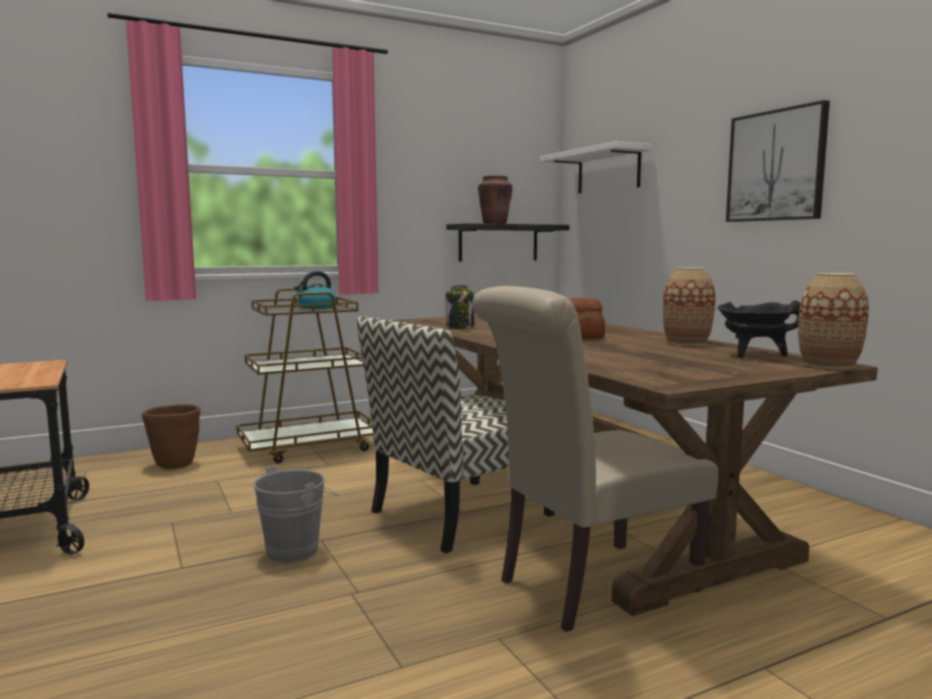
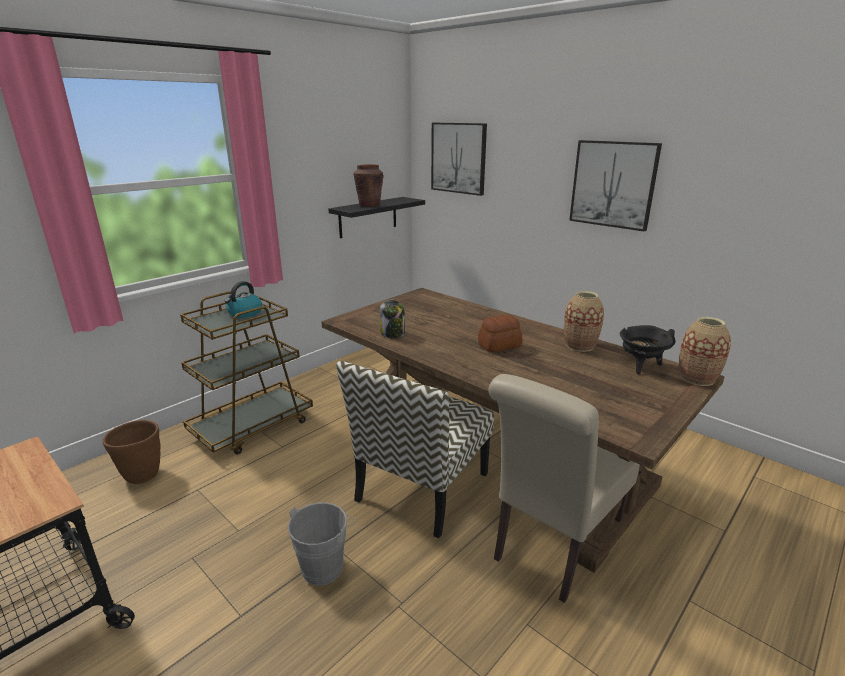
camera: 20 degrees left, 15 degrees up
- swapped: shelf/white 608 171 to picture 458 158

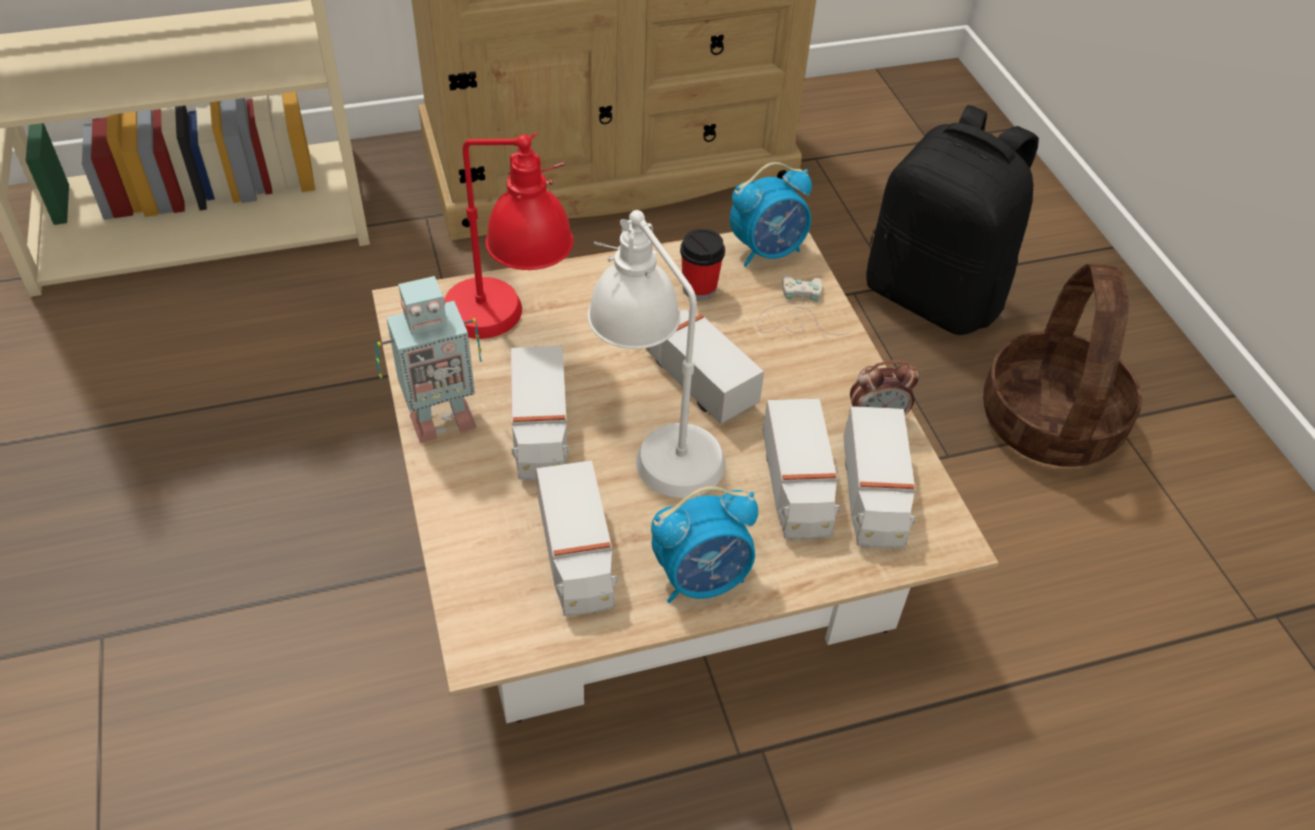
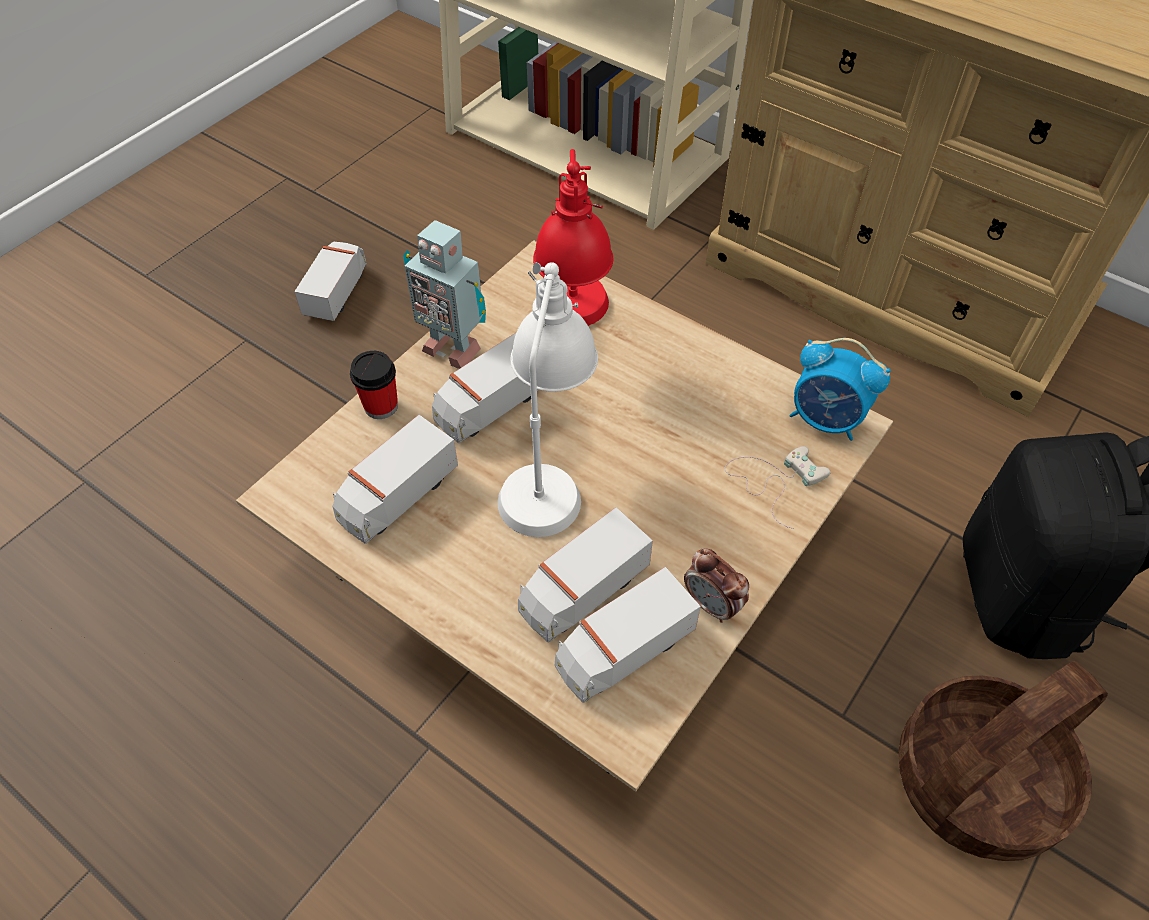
camera: 55 degrees right, 5 degrees up
- shifted: cup 699 289 to 381 406
- shifted: toy truck 698 380 to 337 292
- gone: alarm clock 702 578

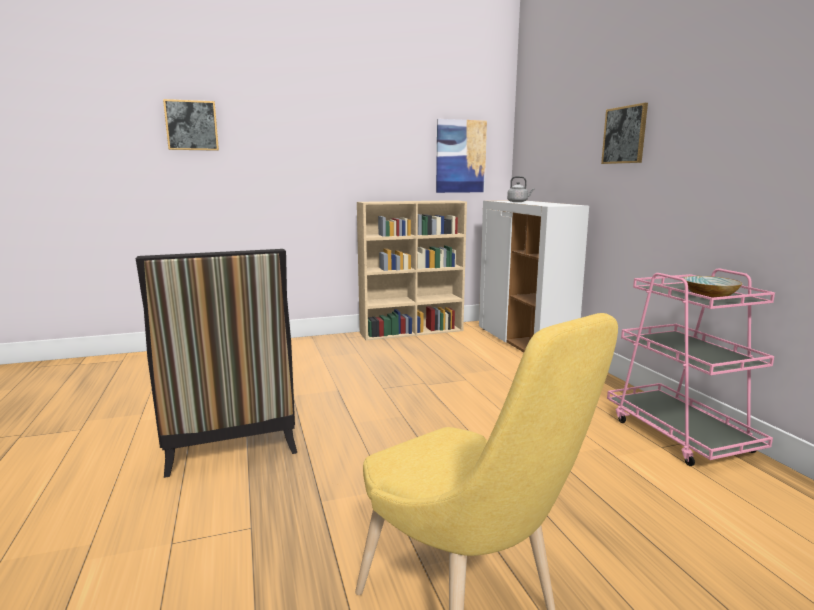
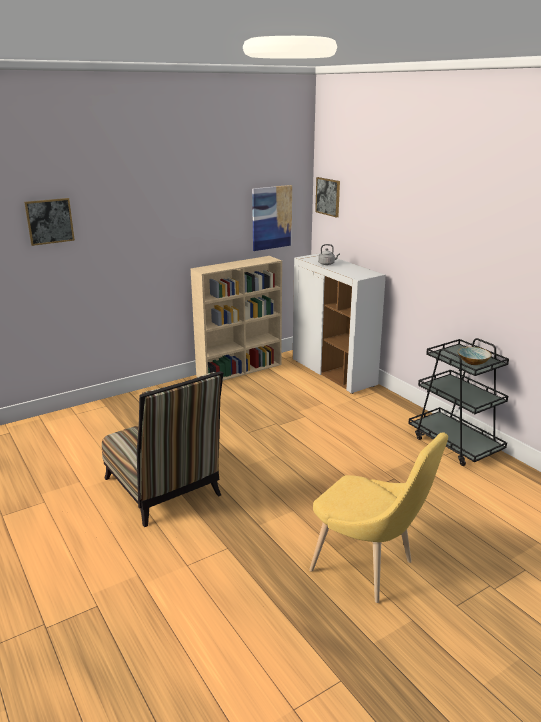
camera: 15 degrees left, 10 degrees up
- shifted: picture 624 135 to 328 196
- repainted: cart/pink 679 434 to cart/black 454 444

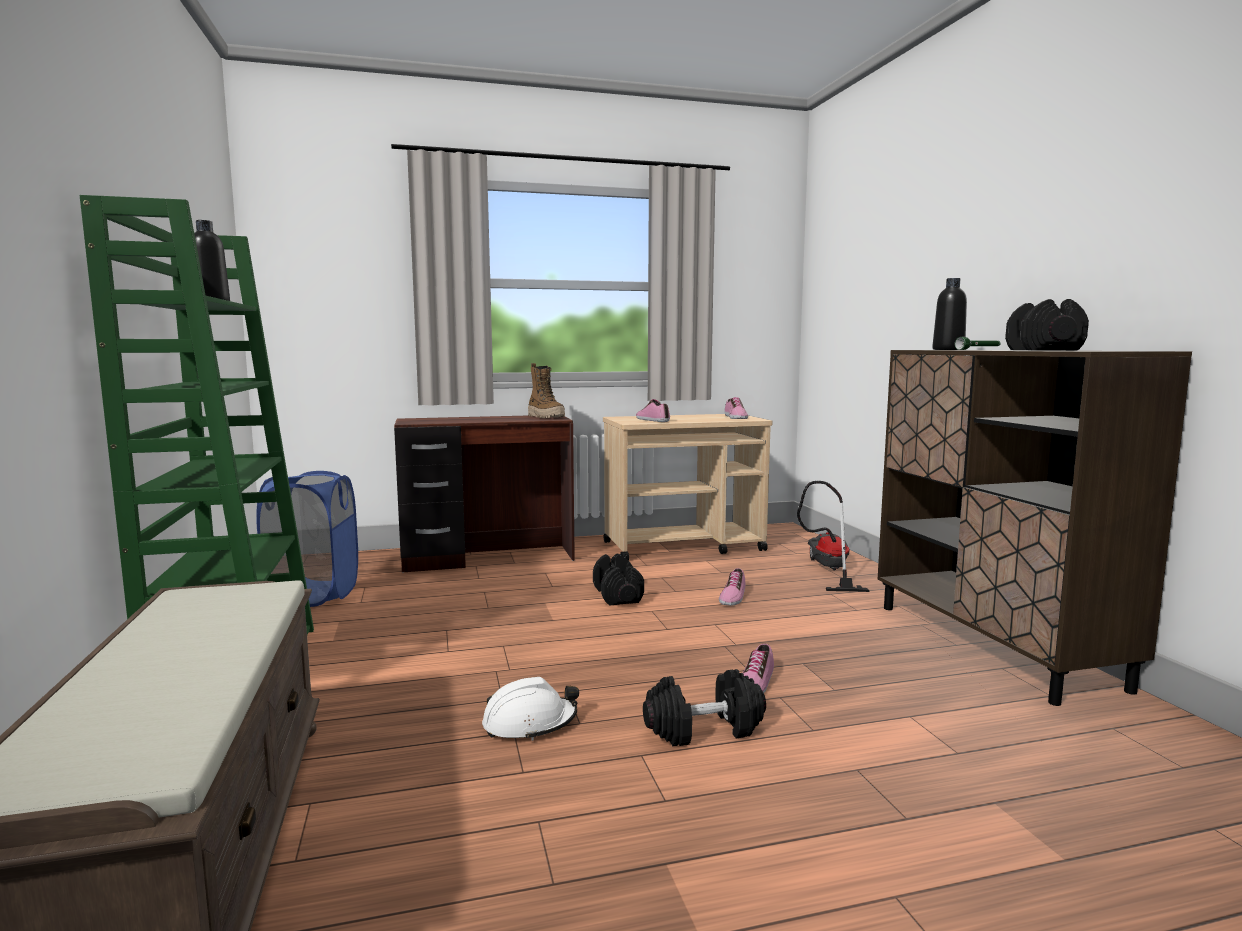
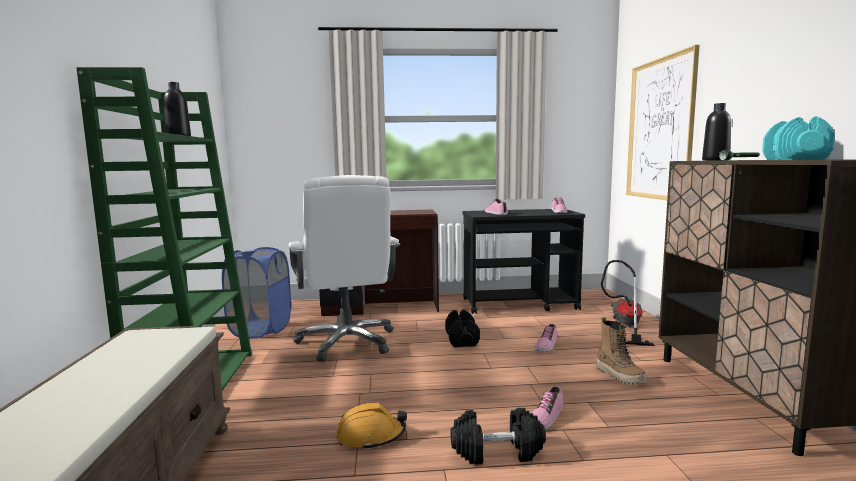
camera: 10 degrees right, 0 degrees up
- repainted: dumbbell/black 1043 350 to dumbbell/turquoise 794 159
- shifted: boot 546 417 to 620 376
- repainted: cart/beige 684 546 to cart/black 520 304
- repainted: hard hat/white 529 724 to hard hat/orange 370 436
- new: picture 659 129
- new: office chair/white 347 342

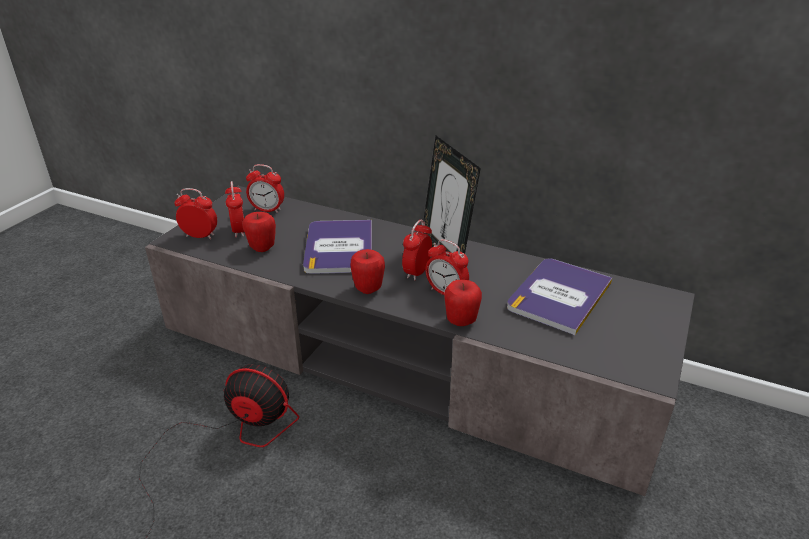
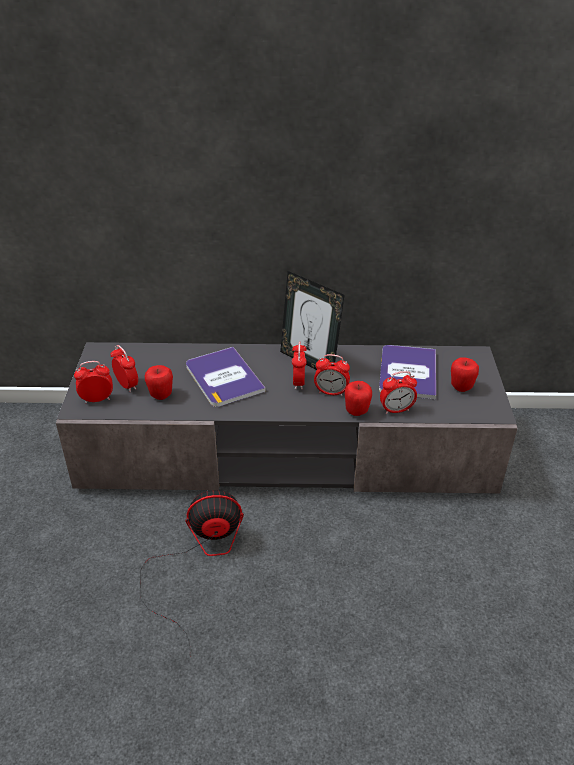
camera: 25 degrees left, 5 degrees up
- shifted: alarm clock 267 210 to 396 410
- shifted: apple 368 288 to 461 387

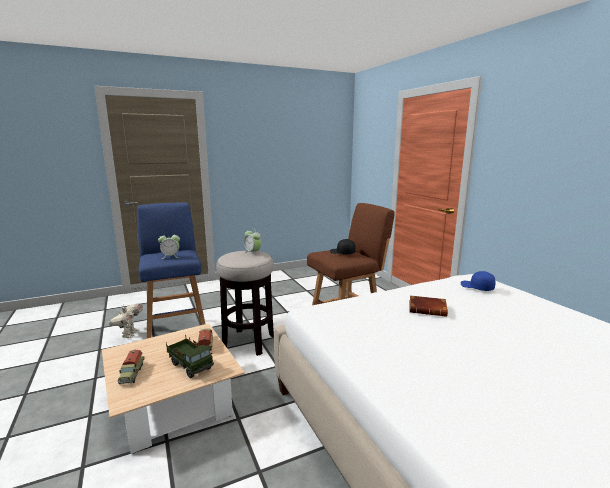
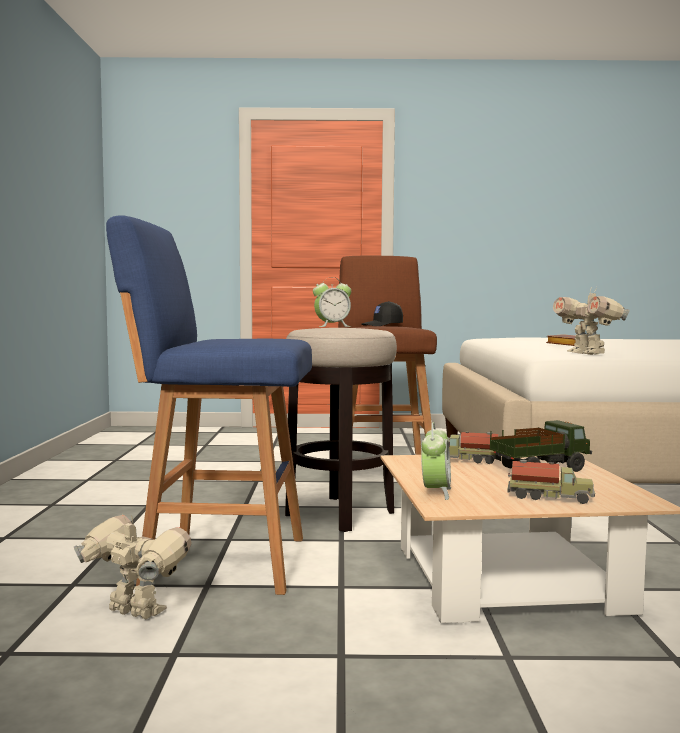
camera: 65 degrees left, 10 degrees down
- shifted: alarm clock 170 257 to 435 492
- gone: cap/blue 476 287
- new: toy robot 587 354

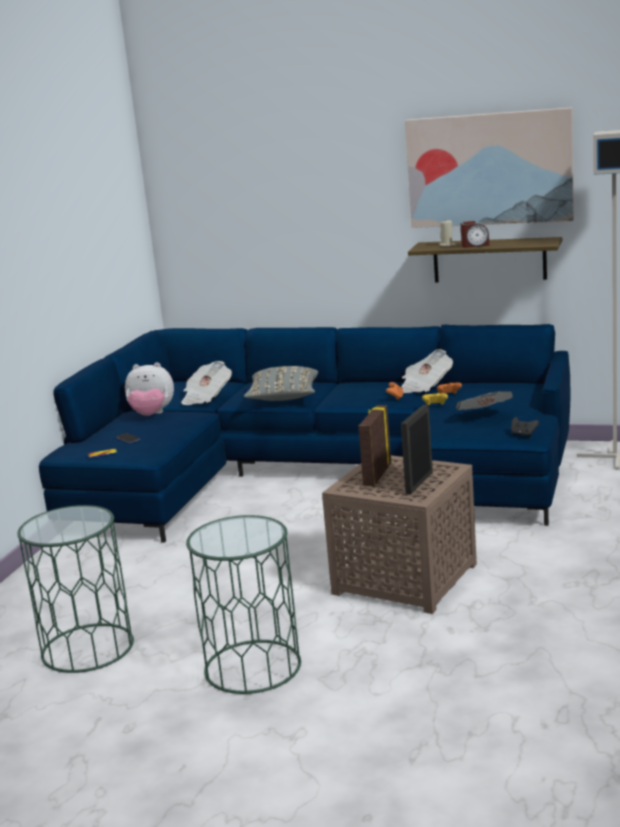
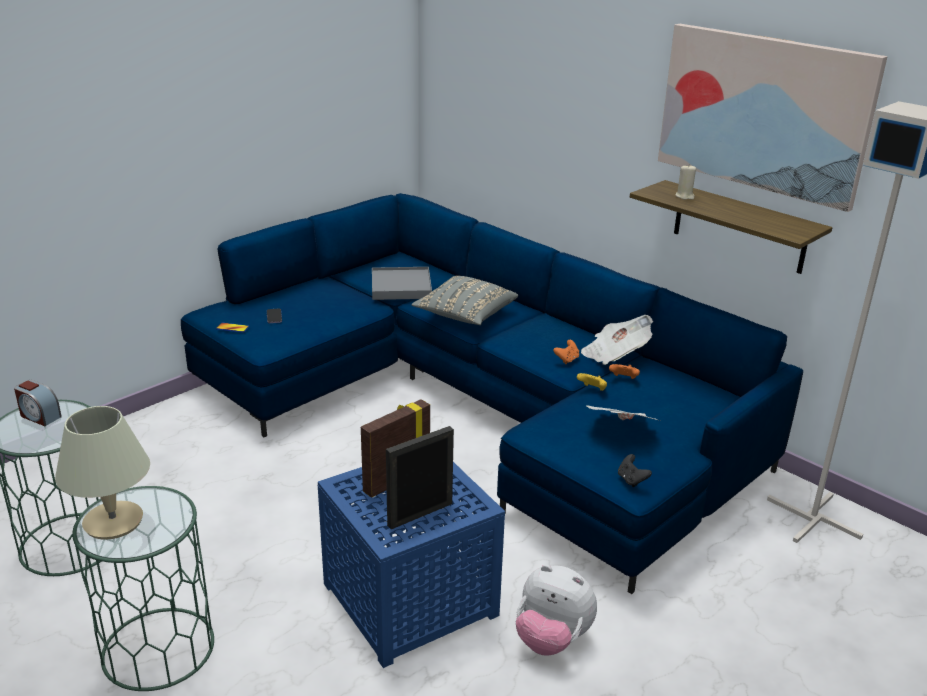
camera: 25 degrees right, 10 degrees up
- shifted: alarm clock 475 245 to 39 416
- swapped: newspaper 206 397 to tray/grey 401 287
- shifted: plush toy 152 415 to 552 639
- repainted: side table/brown 406 580 to side table/blue 409 602
- new: table lamp/beige 112 522

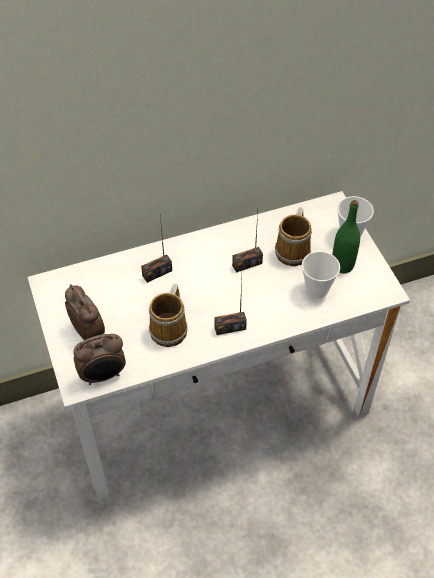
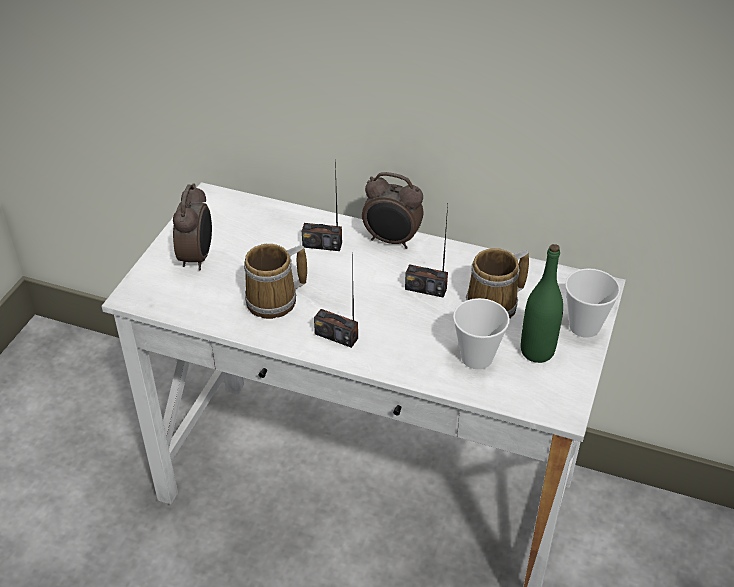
camera: 40 degrees right, 10 degrees down
- shifted: alarm clock 103 376 to 391 241

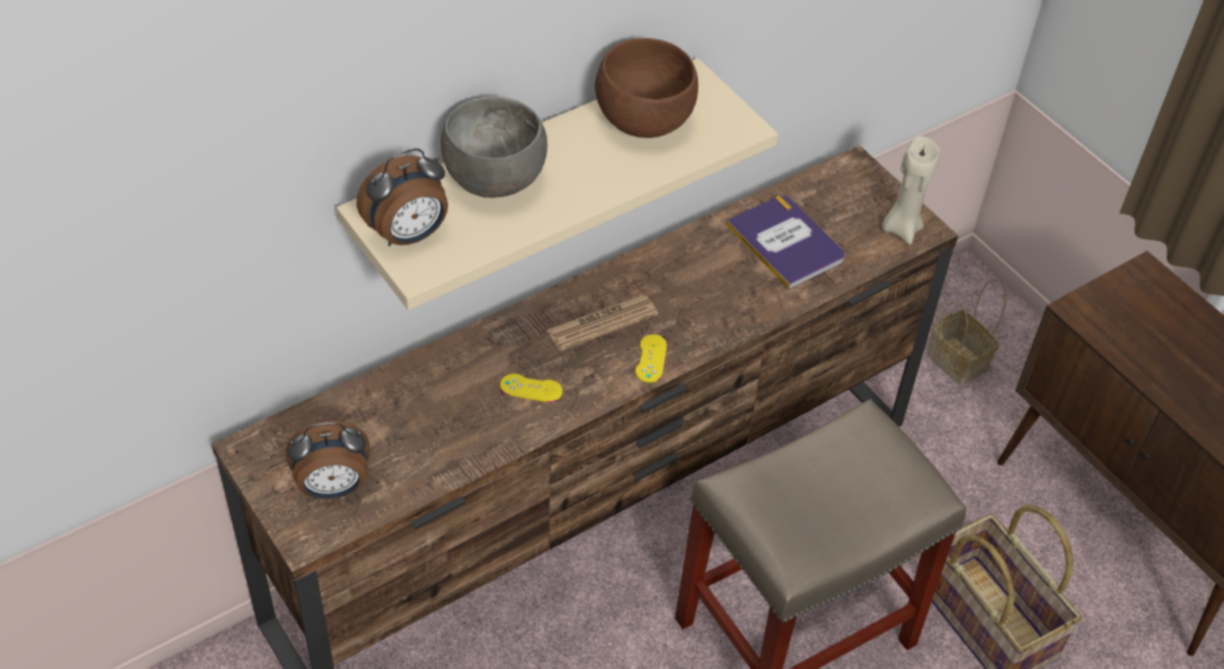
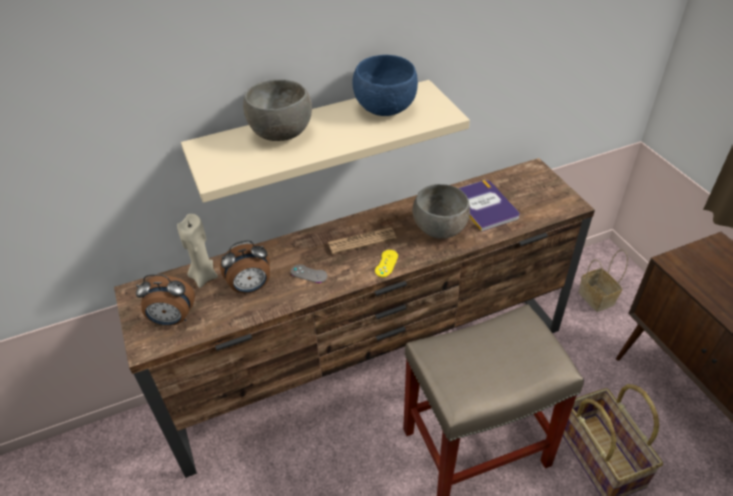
camera: 15 degrees right, 5 degrees down
- repainted: bowl/brown 643 122 to bowl/blue 384 109
- shifted: candle/beige 901 228 to 204 276
- shifted: alarm clock 409 235 to 251 287
- repainted: game controller/yellow 531 388 to game controller/grey 309 274
- new: bowl/grey 440 230

